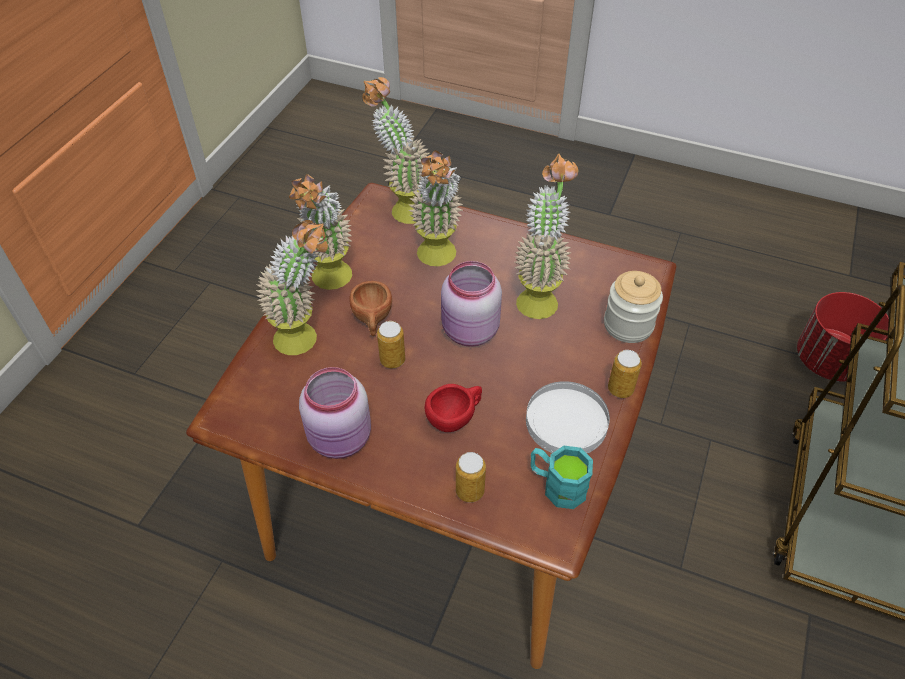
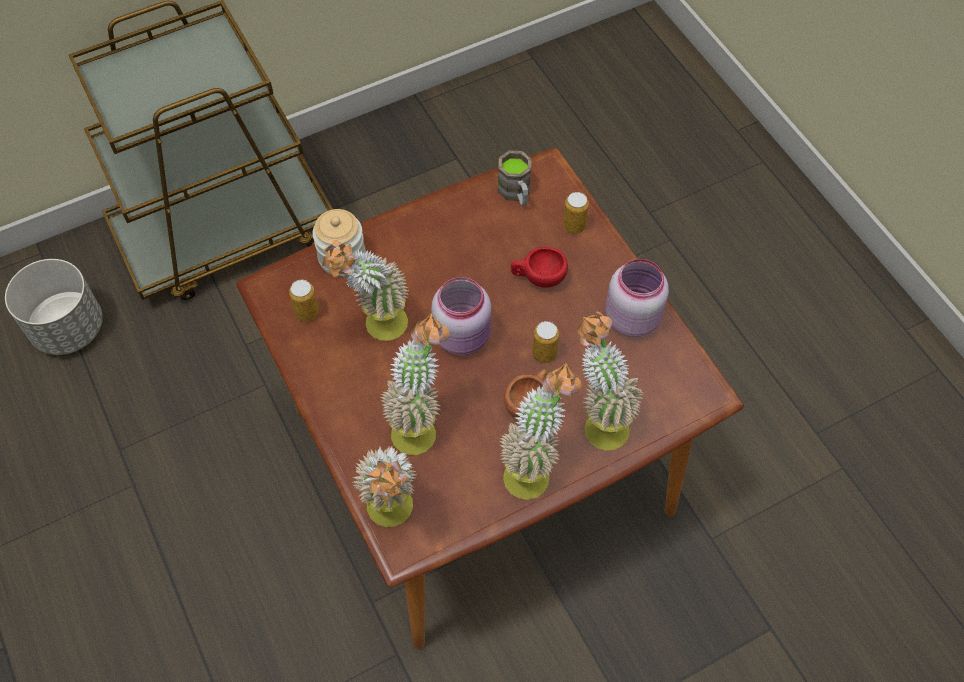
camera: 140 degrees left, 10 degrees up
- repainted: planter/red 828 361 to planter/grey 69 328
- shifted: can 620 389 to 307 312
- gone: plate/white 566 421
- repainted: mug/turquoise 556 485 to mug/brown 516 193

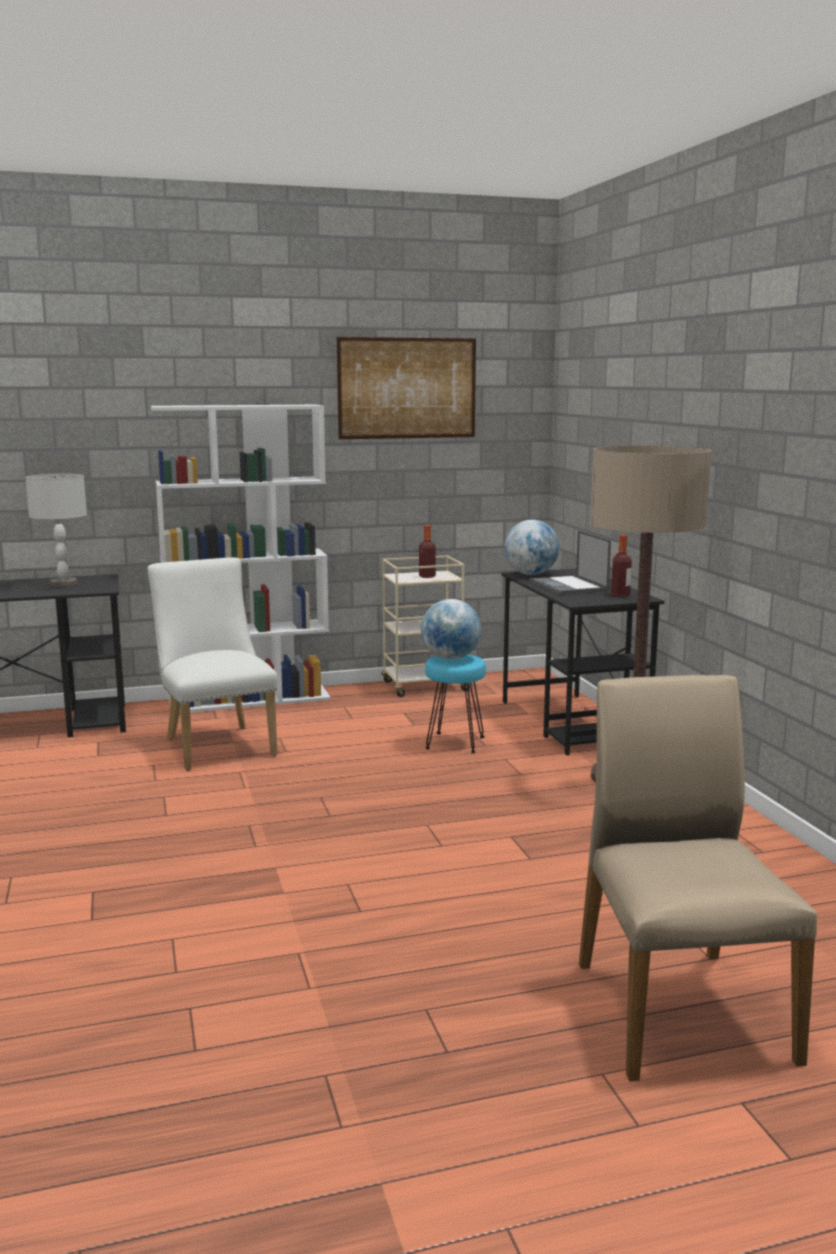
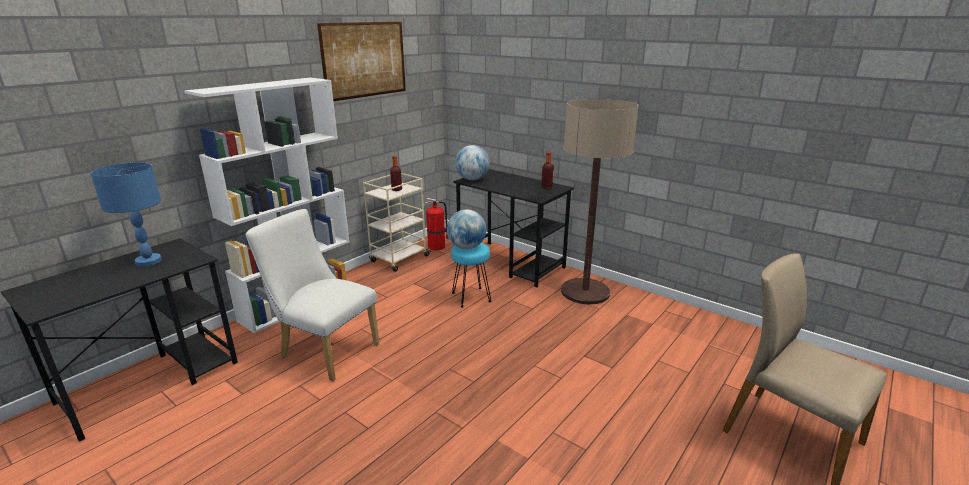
camera: 35 degrees left, 10 degrees up
- repainted: table lamp/grey 64 584 to table lamp/blue 149 261
- gone: laptop 569 586
- new: fire extinguisher 437 246

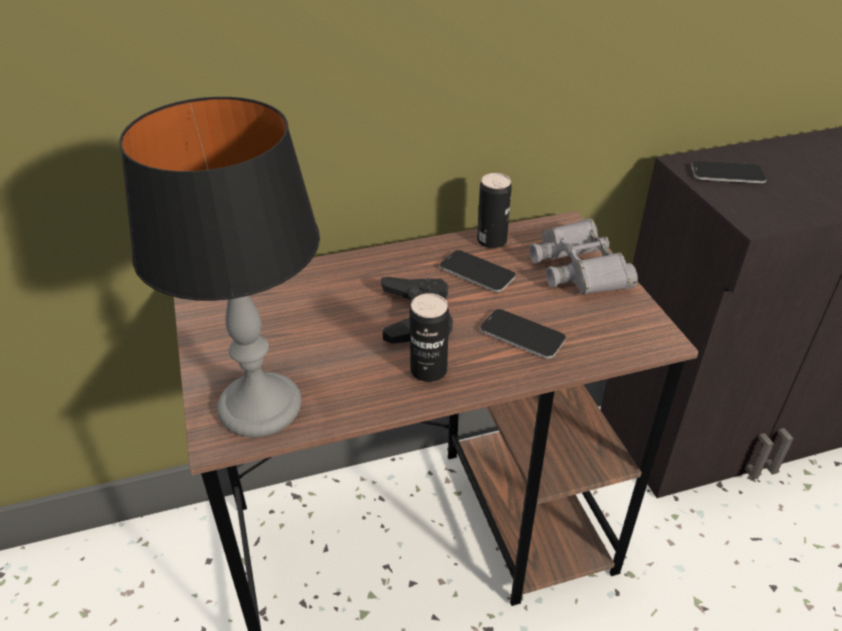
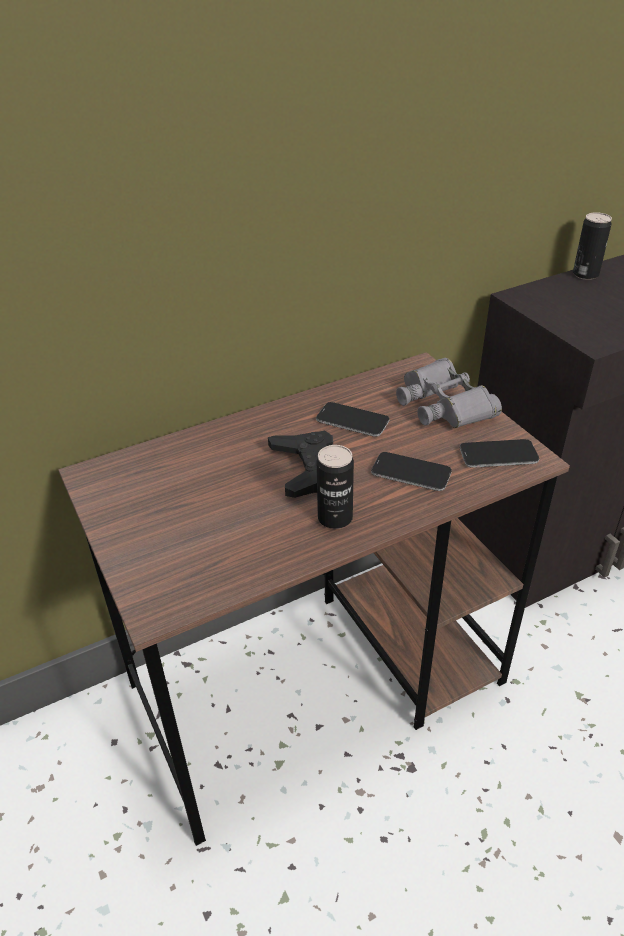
camera: 10 degrees left, 0 degrees up
- gone: table lamp 259 406
- shifted: phone 727 174 to 498 455
- shifted: can 491 241 to 585 274

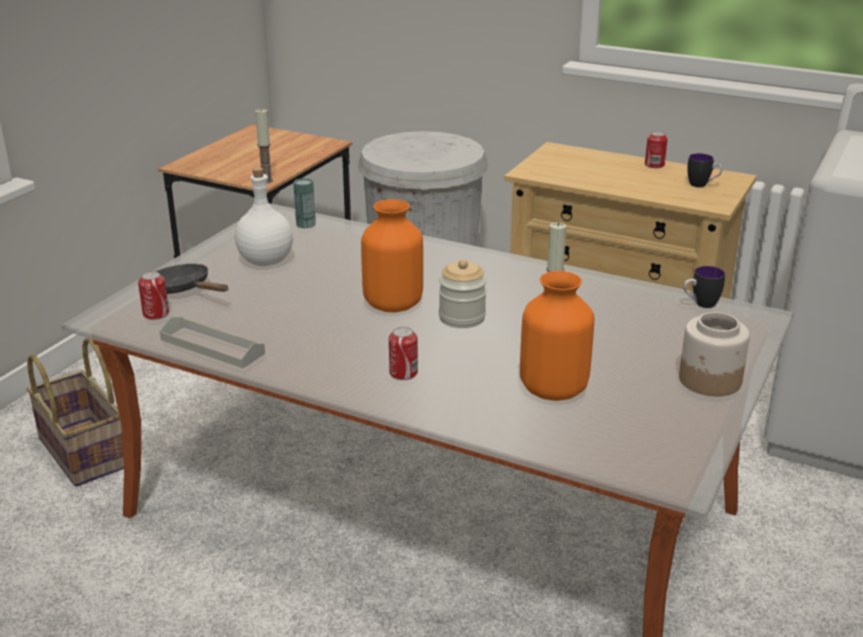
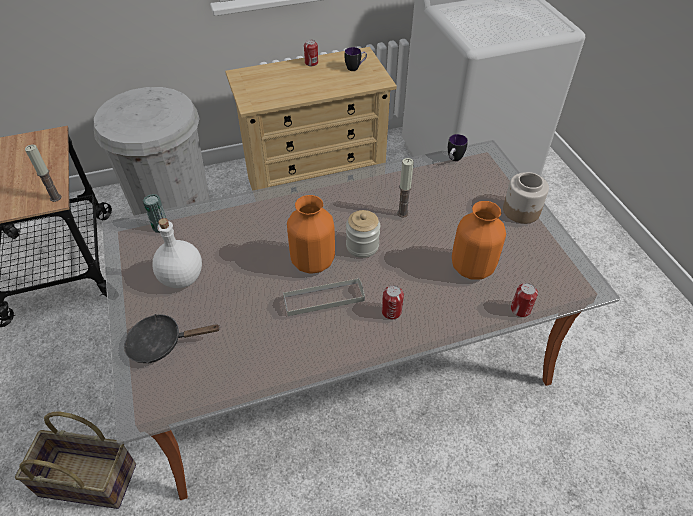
camera: 45 degrees left, 20 degrees up
- shifted: can 156 314 to 520 309
- shifted: tray/grey 212 346 to 324 299

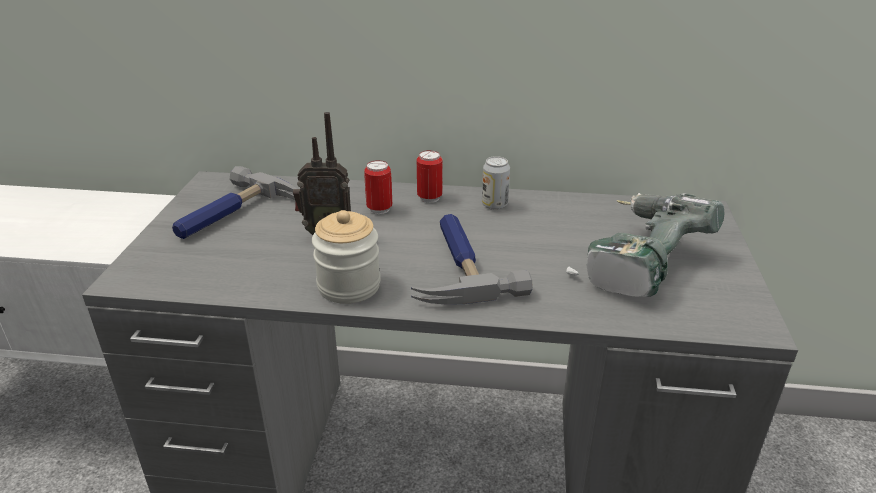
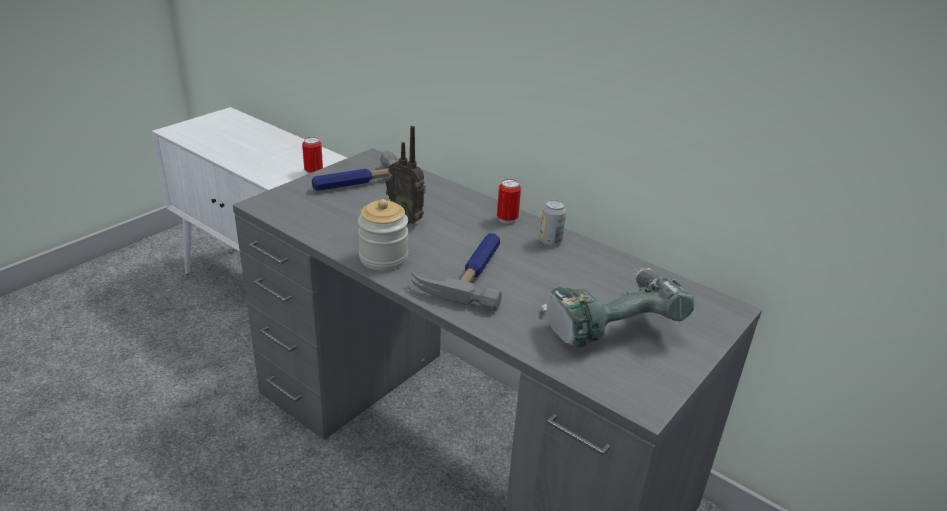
camera: 30 degrees right, 0 degrees up
- shifted: can 379 209 to 313 172

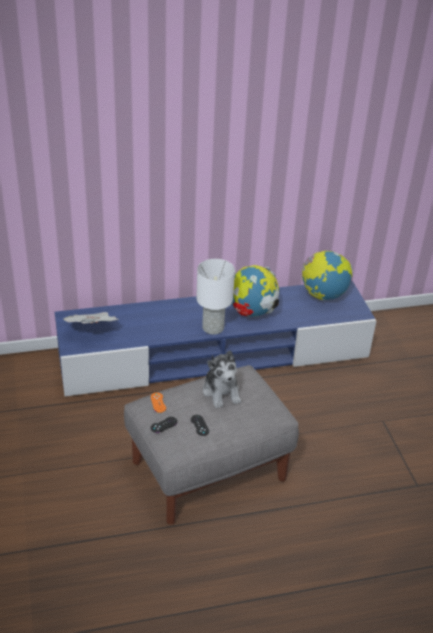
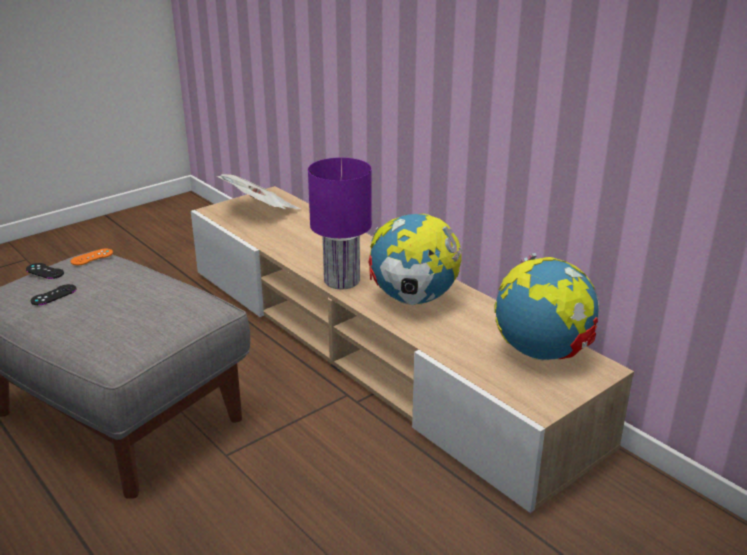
camera: 65 degrees right, 10 degrees down
- repainted: table lamp/white 213 328 to table lamp/purple 341 281
- repainted: tv stand/blue 215 355 to tv stand/beige 374 351
- gone: plush toy 221 392

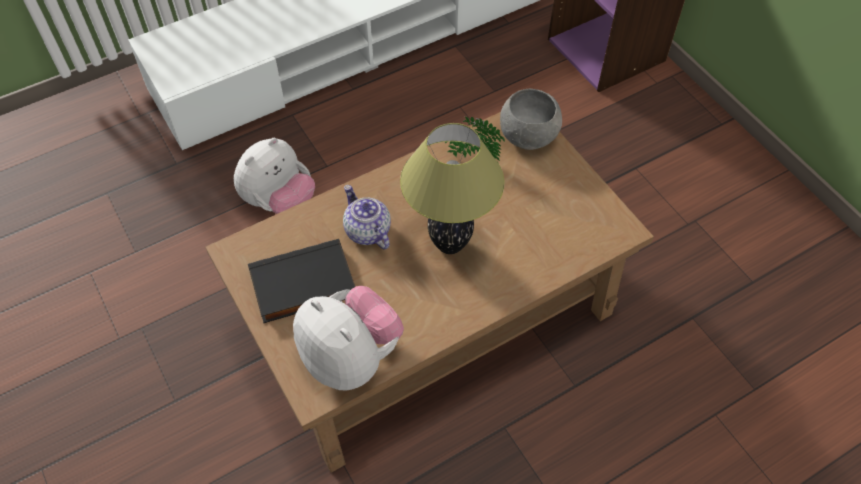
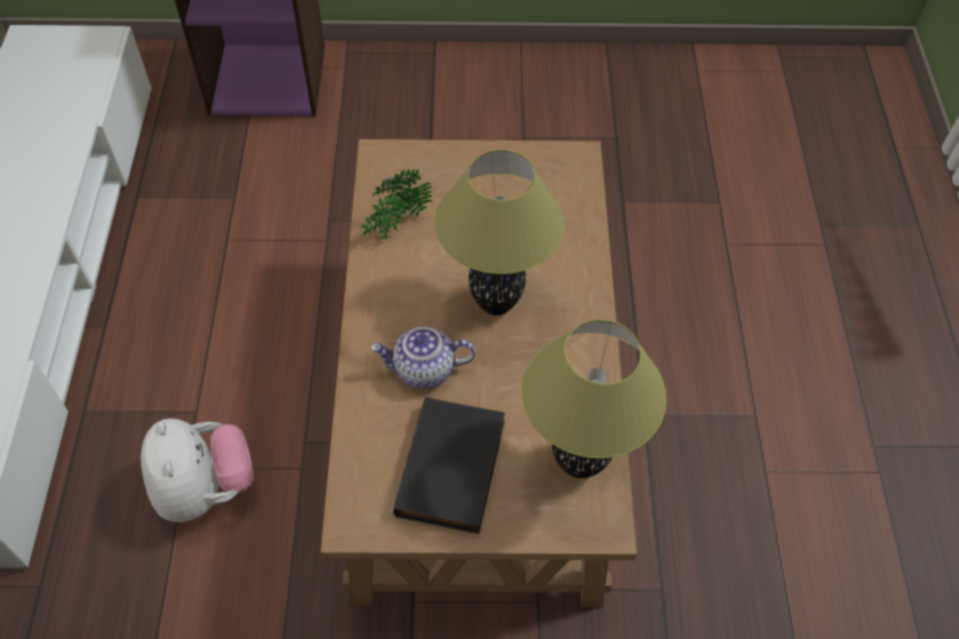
camera: 60 degrees left, 0 degrees up
- gone: bowl/grey 528 136
- swapped: plush toy 351 357 to table lamp 578 464

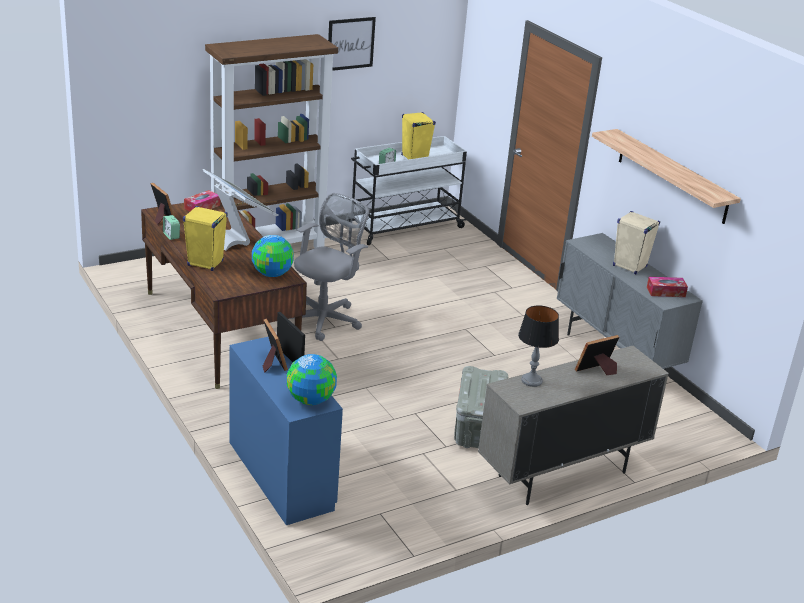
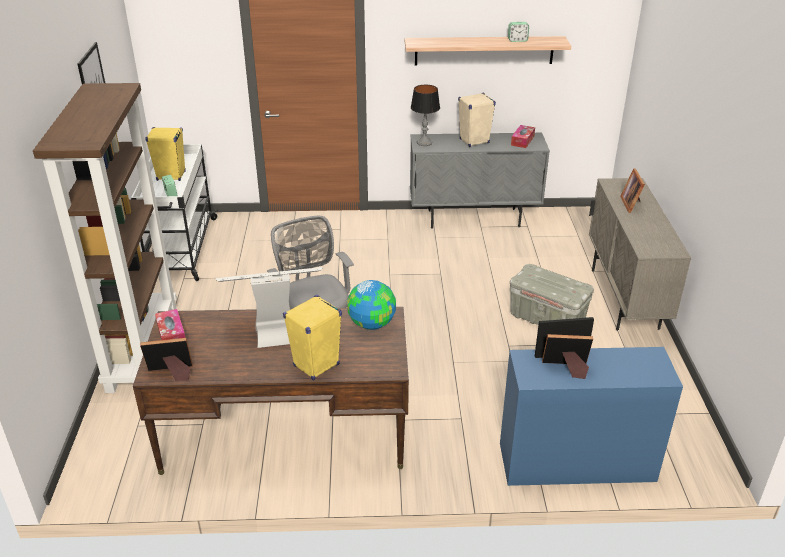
camera: 60 degrees left, 5 degrees up
- shifted: alarm clock 171 236 to 517 40
- shifted: table lamp 531 380 to 424 143
- gone: globe 311 399

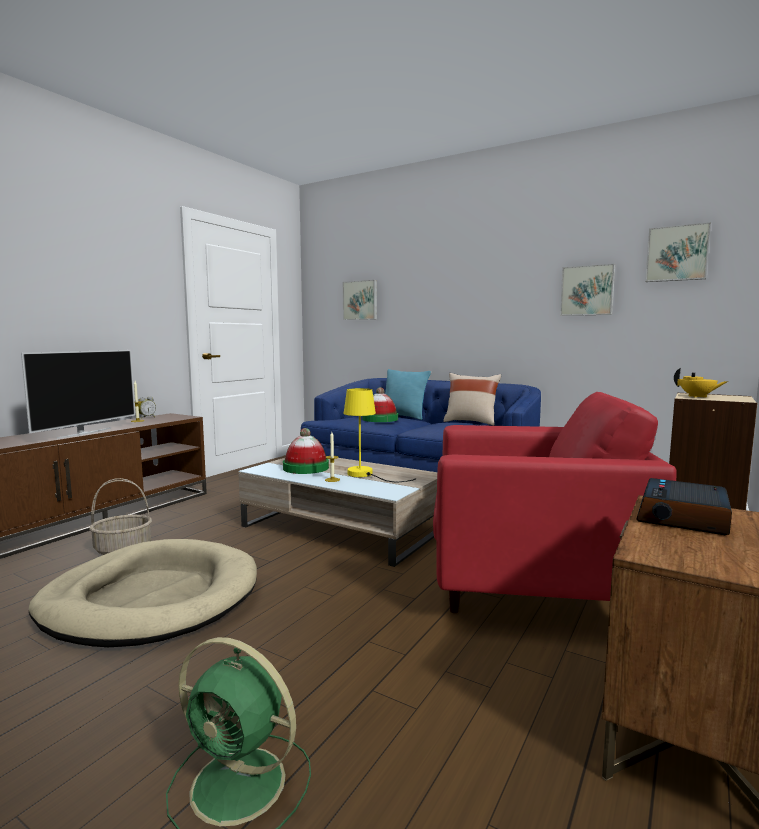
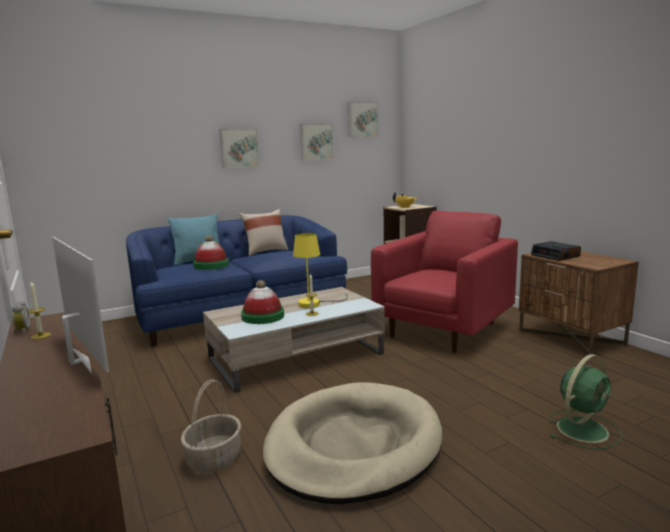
camera: 60 degrees left, 5 degrees up
- shifted: picture 360 300 to 239 148

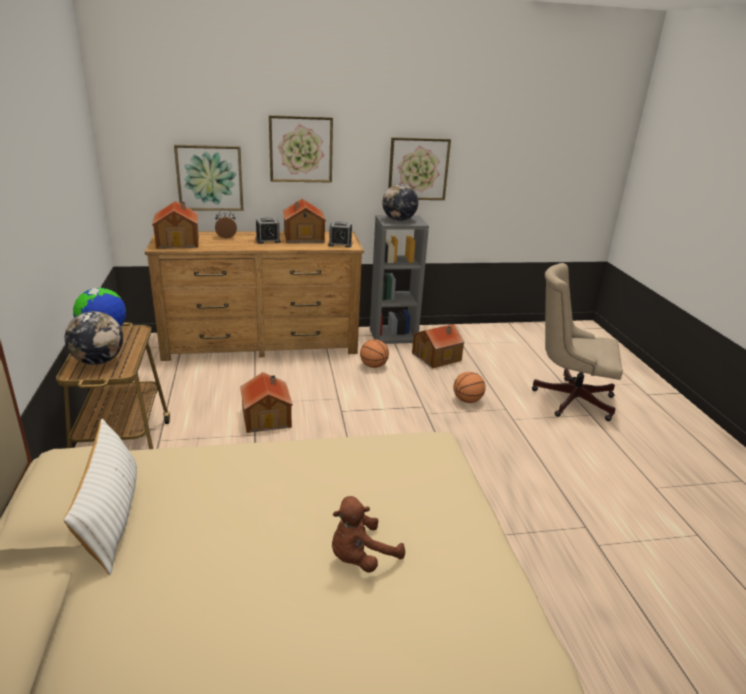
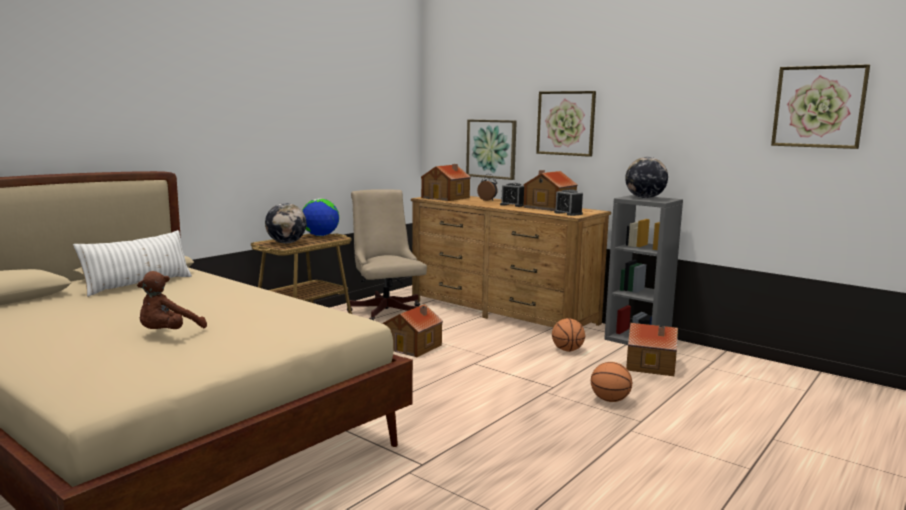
camera: 50 degrees right, 15 degrees down
- shifted: picture 418 169 to 818 107
- shifted: office chair/beige 568 398 to 385 311
- rotated: plush toy/brown 361 557 = 168 334 75 degrees counterclockwise

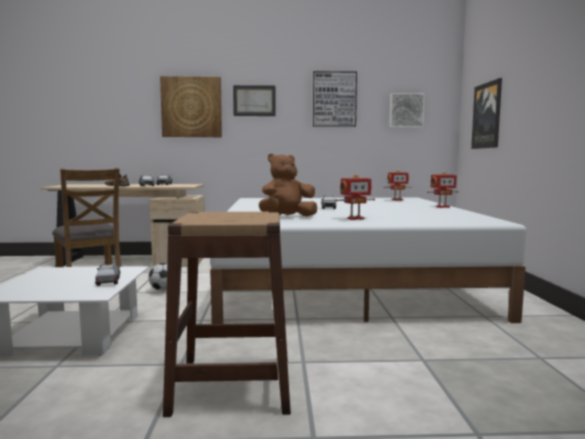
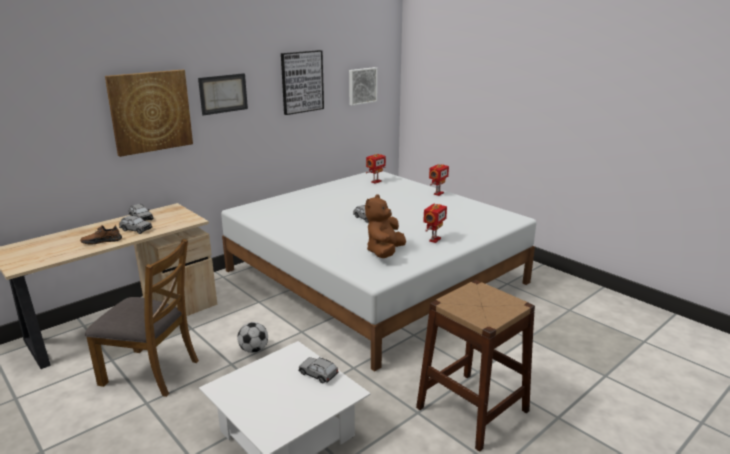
camera: 40 degrees left, 15 degrees up
- gone: picture 487 115

